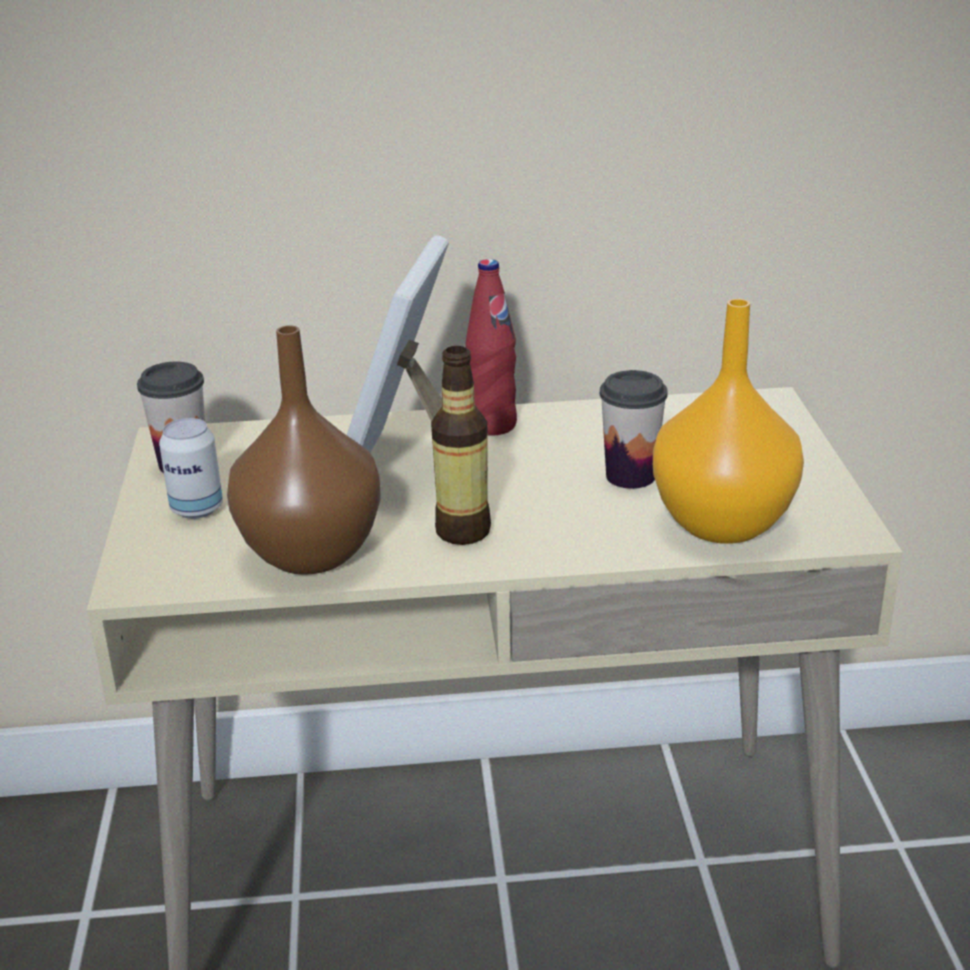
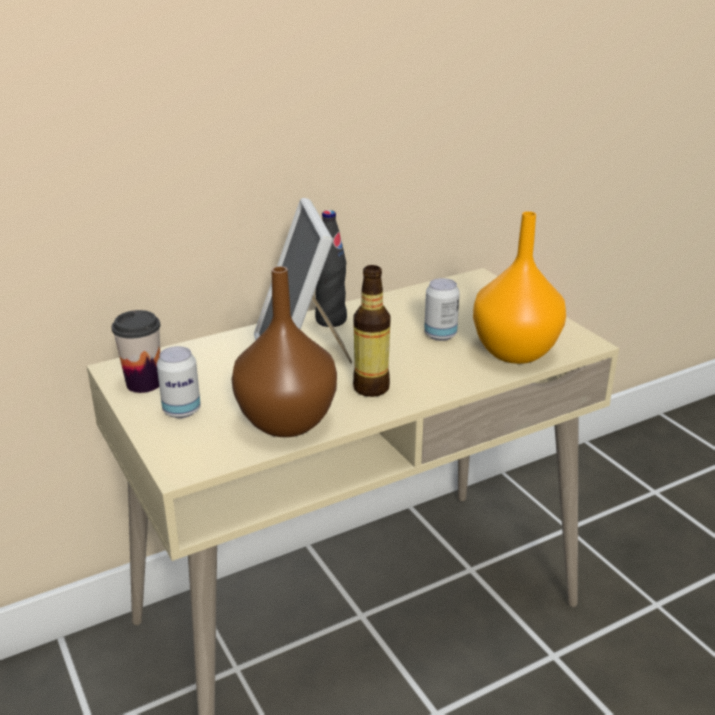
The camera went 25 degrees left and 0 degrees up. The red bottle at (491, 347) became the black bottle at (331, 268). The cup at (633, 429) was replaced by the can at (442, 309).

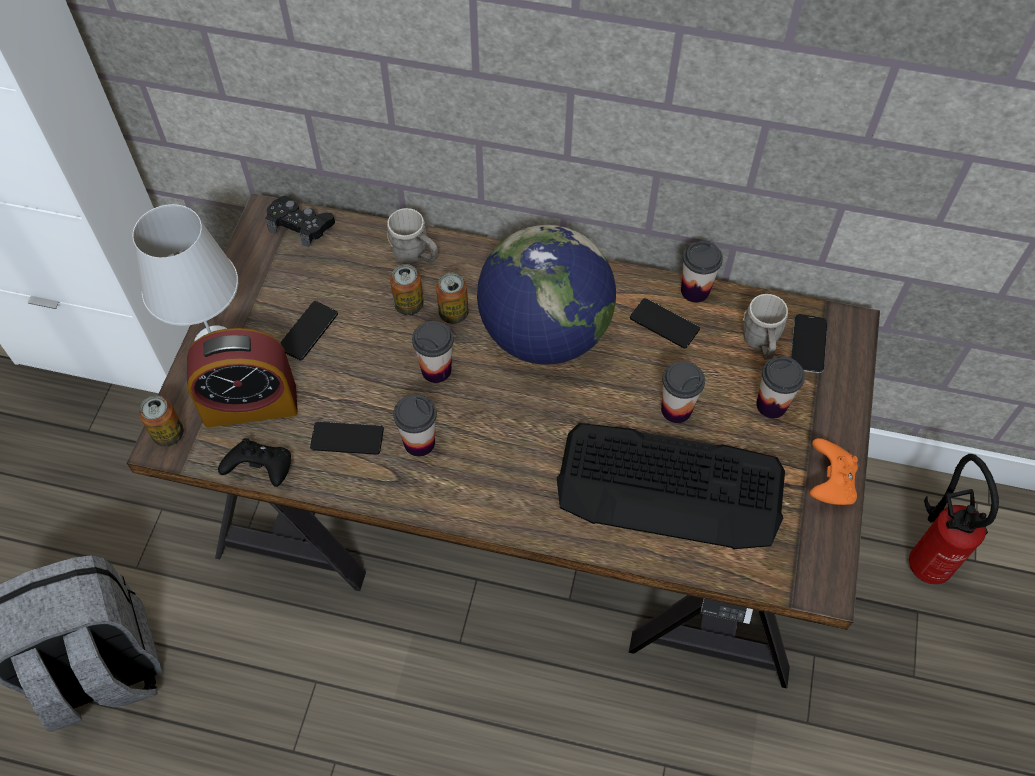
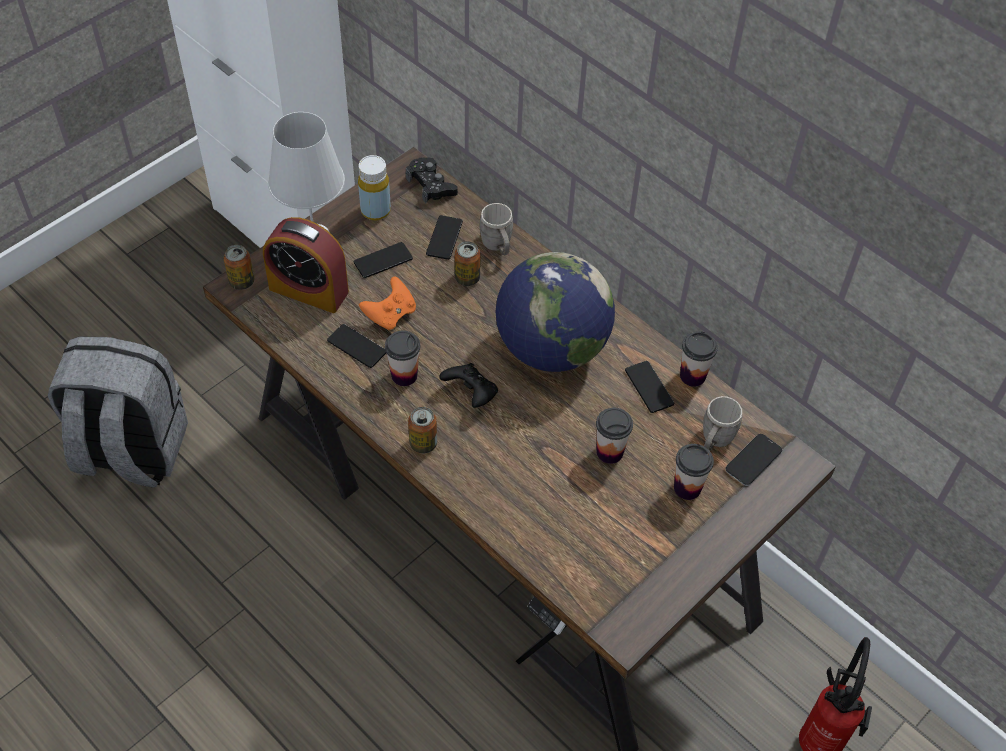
The camera went 30 degrees right and 5 degrees down. The can moved from (452, 298) to (422, 430). The cup at (433, 352) disappeared. The keyboard at (671, 486) disappeared. The black game controller moved from (254, 462) to (468, 385). The orange game controller moved from (834, 471) to (387, 303). The yellow bottle at (374, 187) appeared. The phone at (444, 237) appeared.

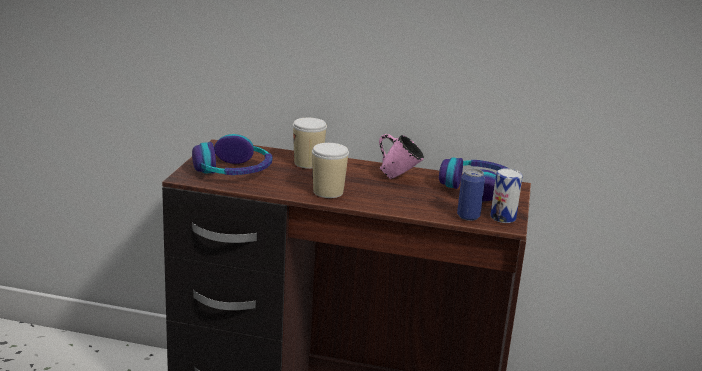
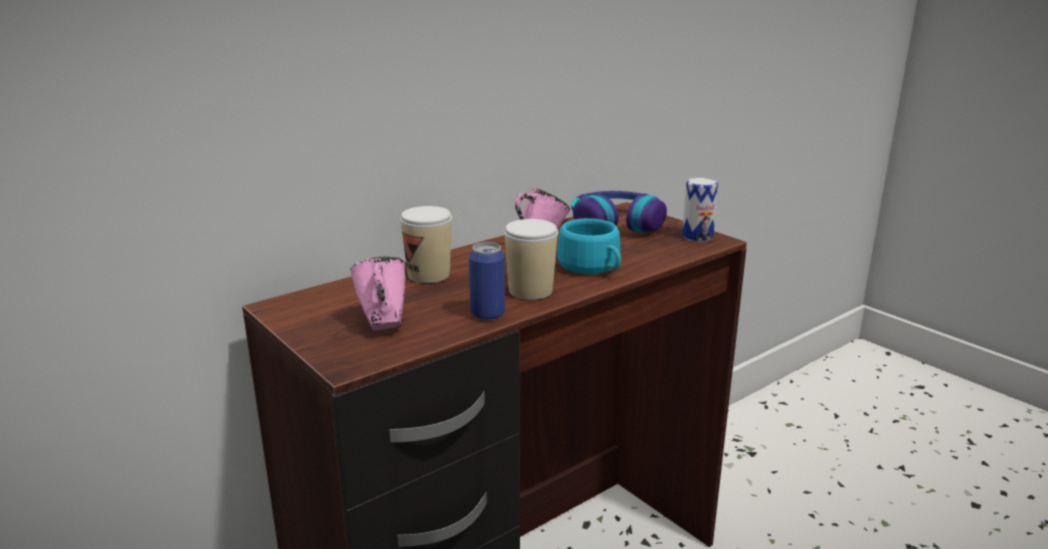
The camera went 50 degrees left and 0 degrees up. The headphones at (232, 154) was replaced by the pink mug at (377, 294). The can moved from (471, 194) to (487, 281). The turquoise cup at (589, 246) appeared.

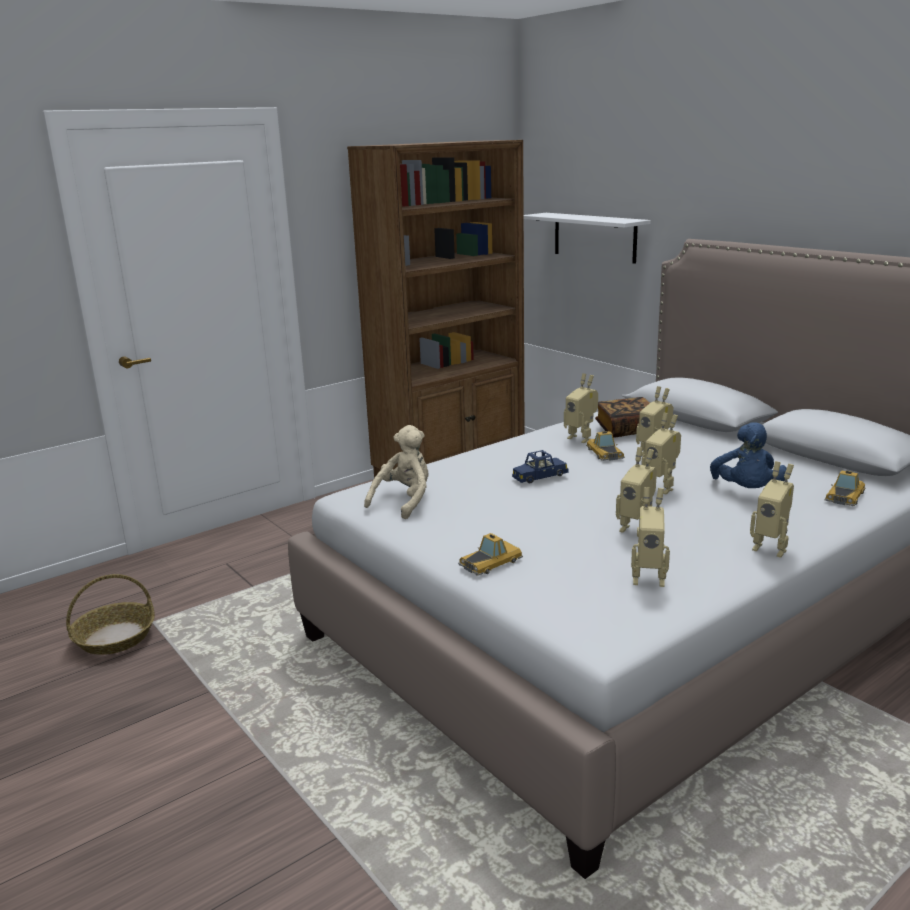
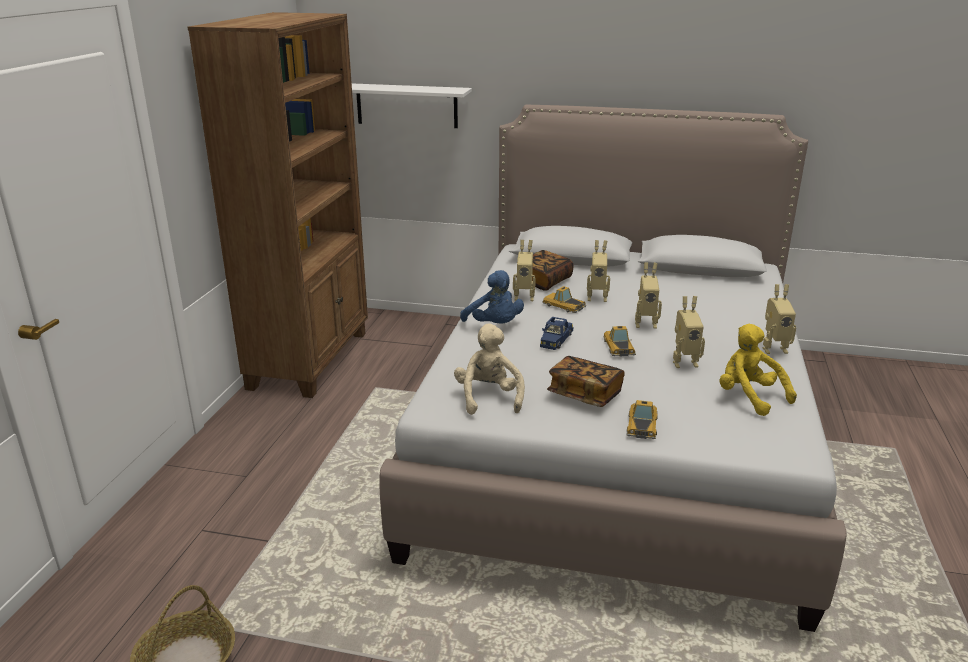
The camera went 40 degrees left and 5 degrees up. The blue plush toy moved from (748, 455) to (492, 297). The toy car moved from (845, 488) to (619, 341). The toy robot at (650, 537) was replaced by the yellow plush toy at (758, 370). The book at (586, 381) appeared.

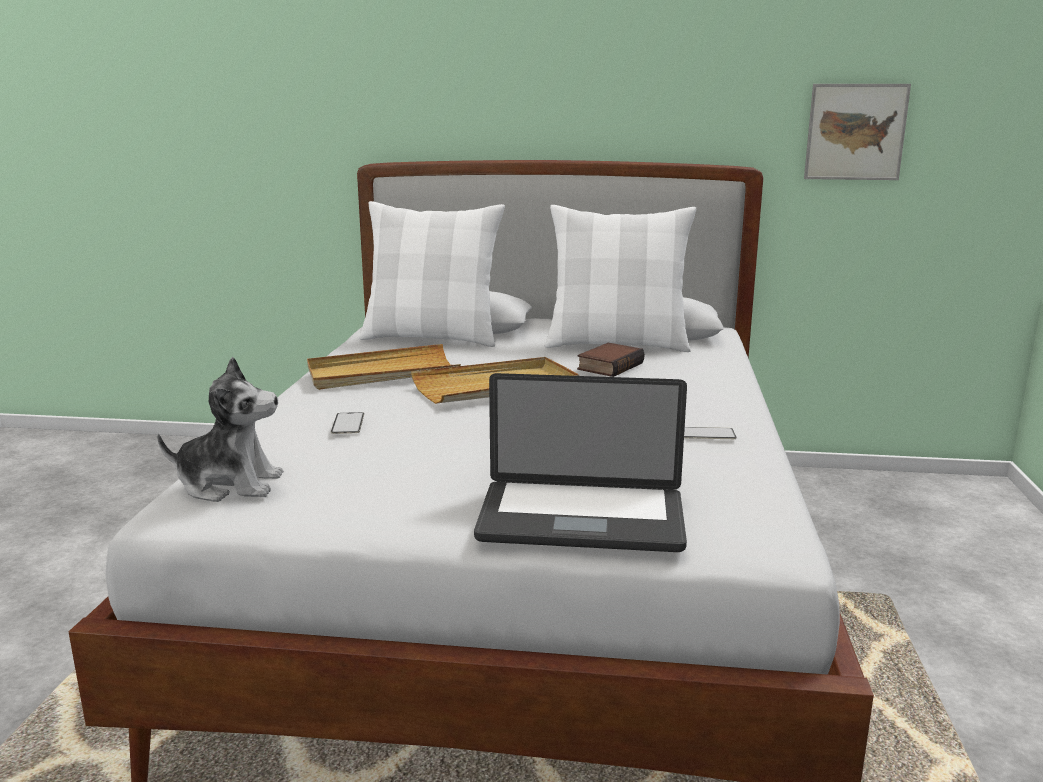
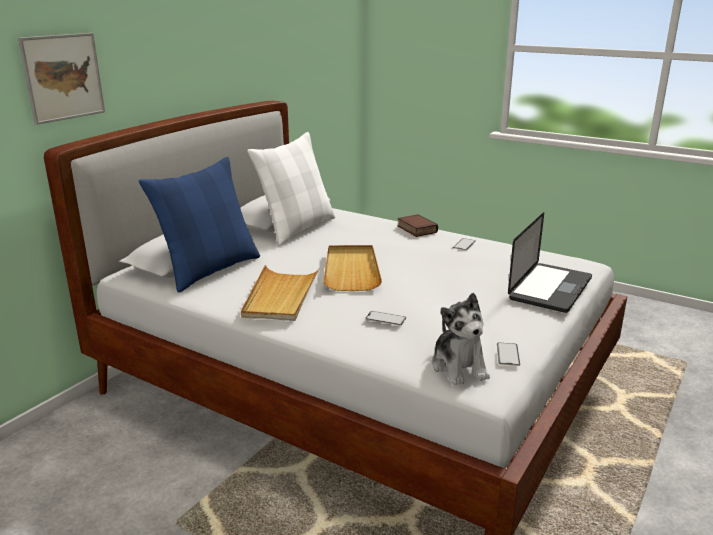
The camera went 65 degrees left and 5 degrees up. The picture moved from (857, 132) to (61, 79). The white pillow at (432, 274) became the blue pillow at (199, 224). The book moved from (610, 360) to (418, 225). The plush toy at (220, 429) turned 135 degrees clockwise. The phone at (508, 354) appeared.

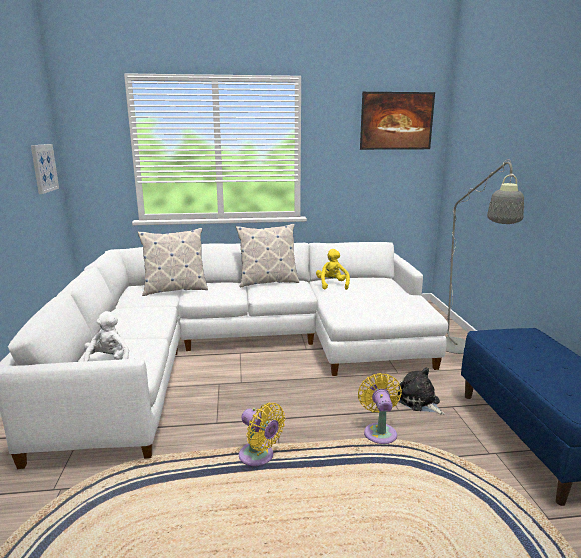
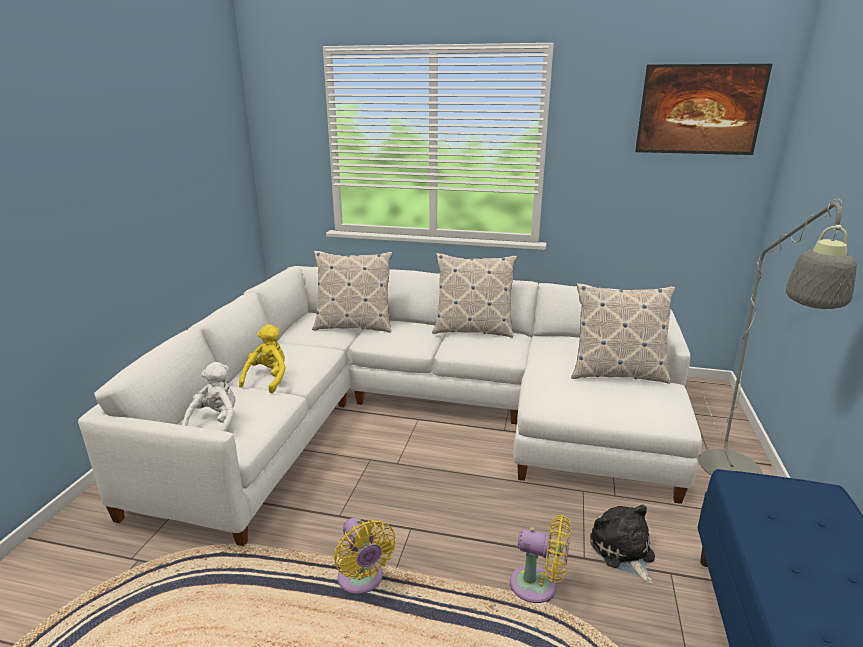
The camera went 20 degrees right and 5 degrees up. The picture at (45, 169) disappeared. The yellow plush toy moved from (333, 269) to (262, 358). The yellow fan at (380, 408) turned 90 degrees clockwise. The pillow at (623, 333) appeared.

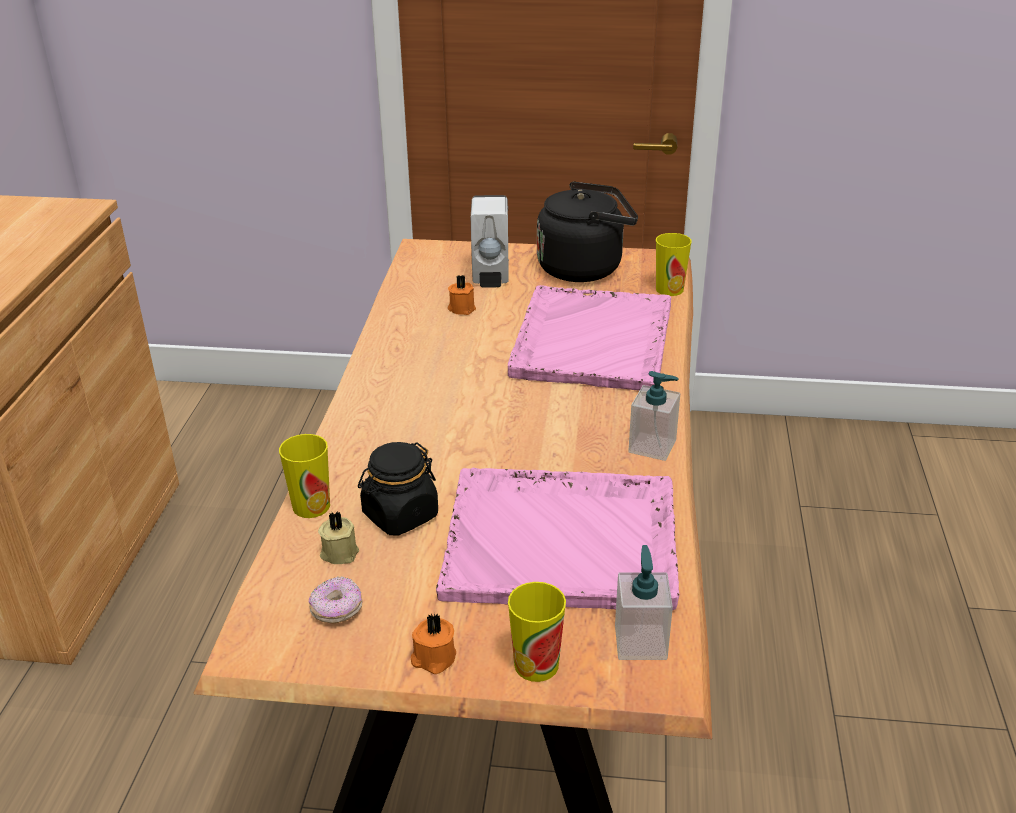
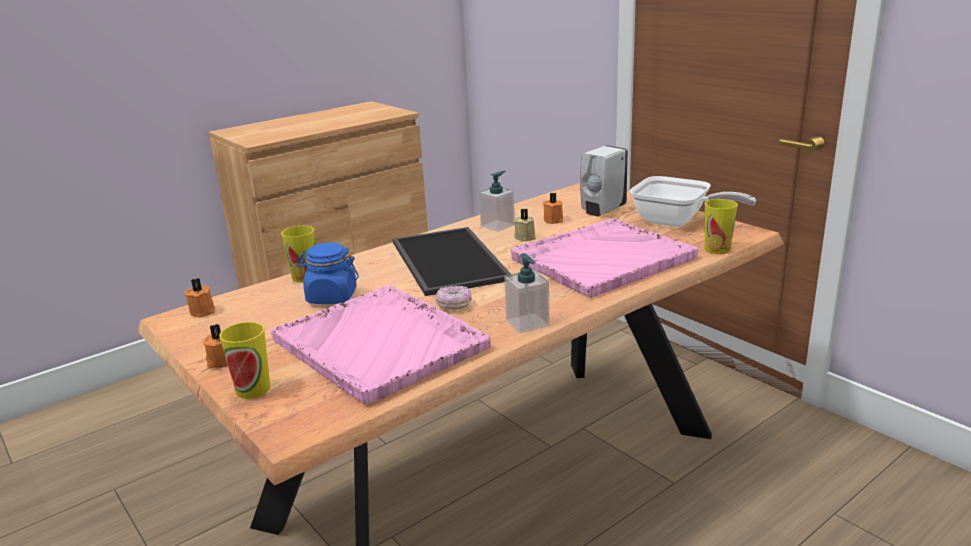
The camera went 45 degrees right and 10 degrees down. The black kettle at (587, 231) was replaced by the frying pan at (693, 201). The black jar at (398, 489) became the blue jar at (328, 273). The beige candle moved from (338, 537) to (525, 225). The soap dispenser moved from (644, 602) to (497, 201). The donut moved from (335, 599) to (453, 298). The tray at (452, 261) appeared. The orange candle at (199, 298) appeared.

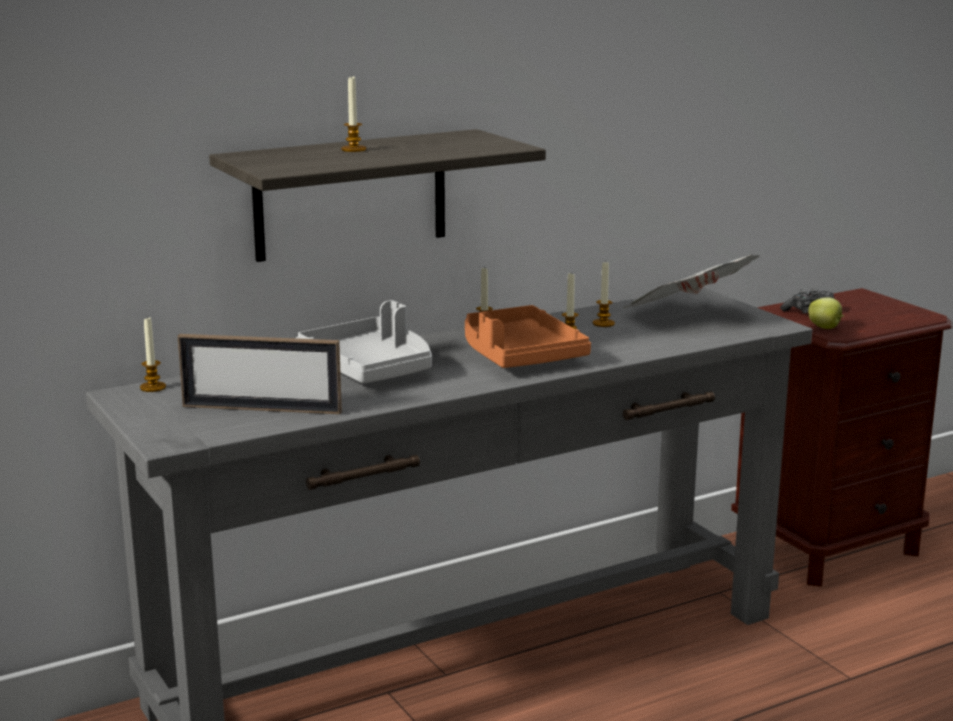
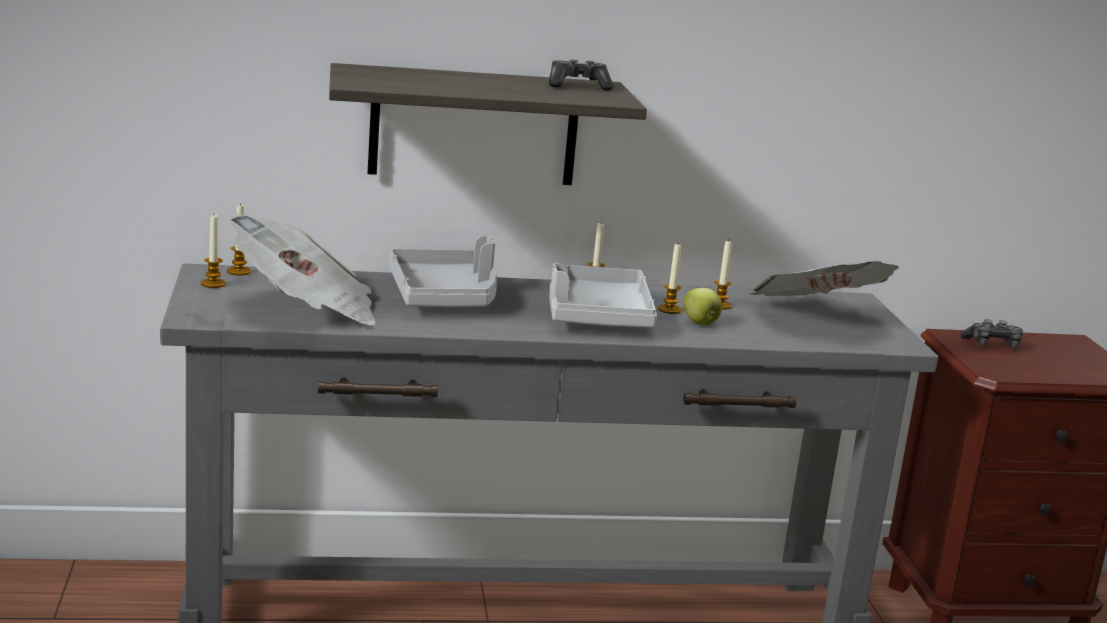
The camera went 20 degrees right and 0 degrees up. The candle moved from (353, 113) to (213, 251). The apple moved from (826, 313) to (702, 306). The orange tray at (528, 336) became the grey tray at (603, 295). The picture frame at (260, 374) was replaced by the newspaper at (301, 269). The game controller at (581, 75) appeared.

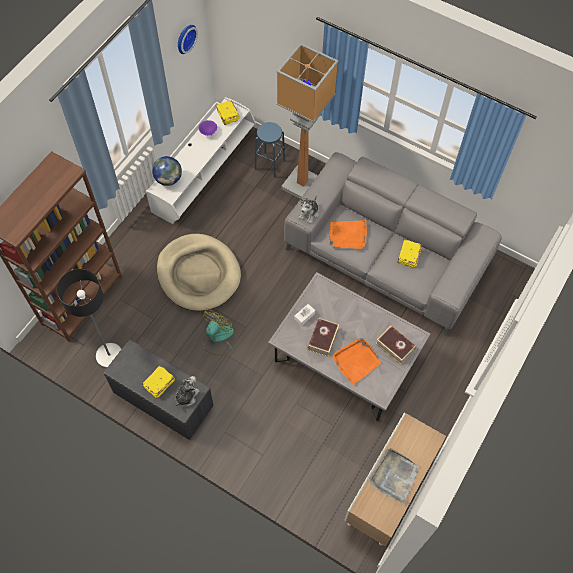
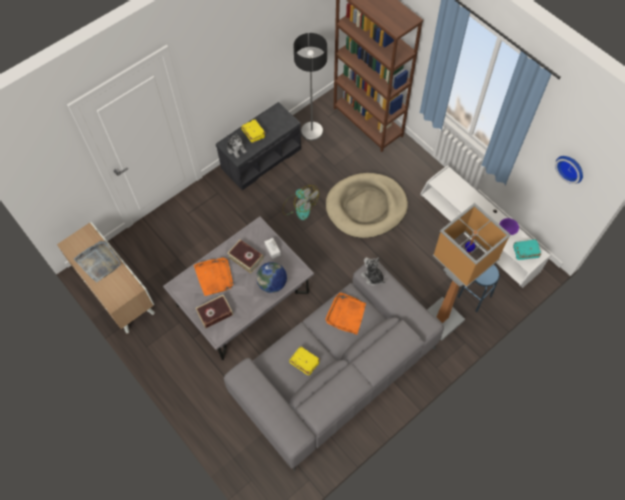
The camera went 110 degrees right and 0 degrees up. The yellow book at (228, 112) became the turquoise book at (527, 249). The globe moved from (167, 171) to (271, 277).

